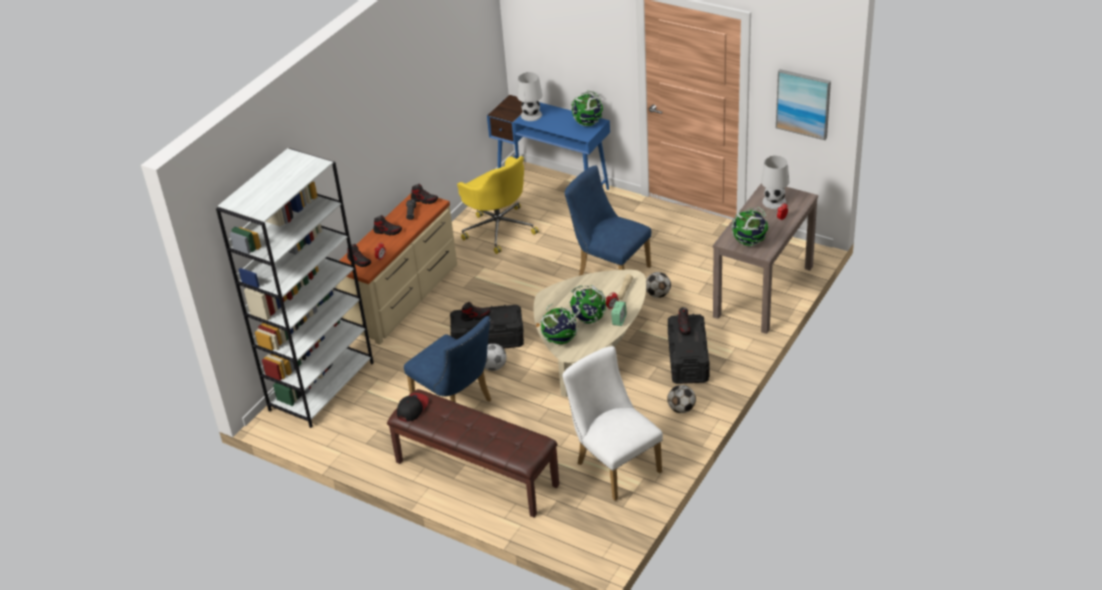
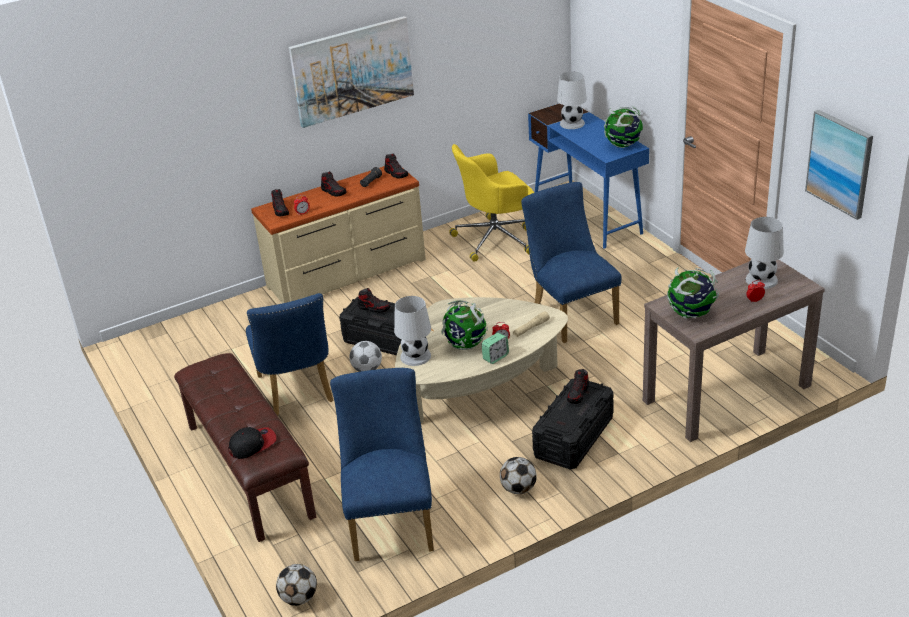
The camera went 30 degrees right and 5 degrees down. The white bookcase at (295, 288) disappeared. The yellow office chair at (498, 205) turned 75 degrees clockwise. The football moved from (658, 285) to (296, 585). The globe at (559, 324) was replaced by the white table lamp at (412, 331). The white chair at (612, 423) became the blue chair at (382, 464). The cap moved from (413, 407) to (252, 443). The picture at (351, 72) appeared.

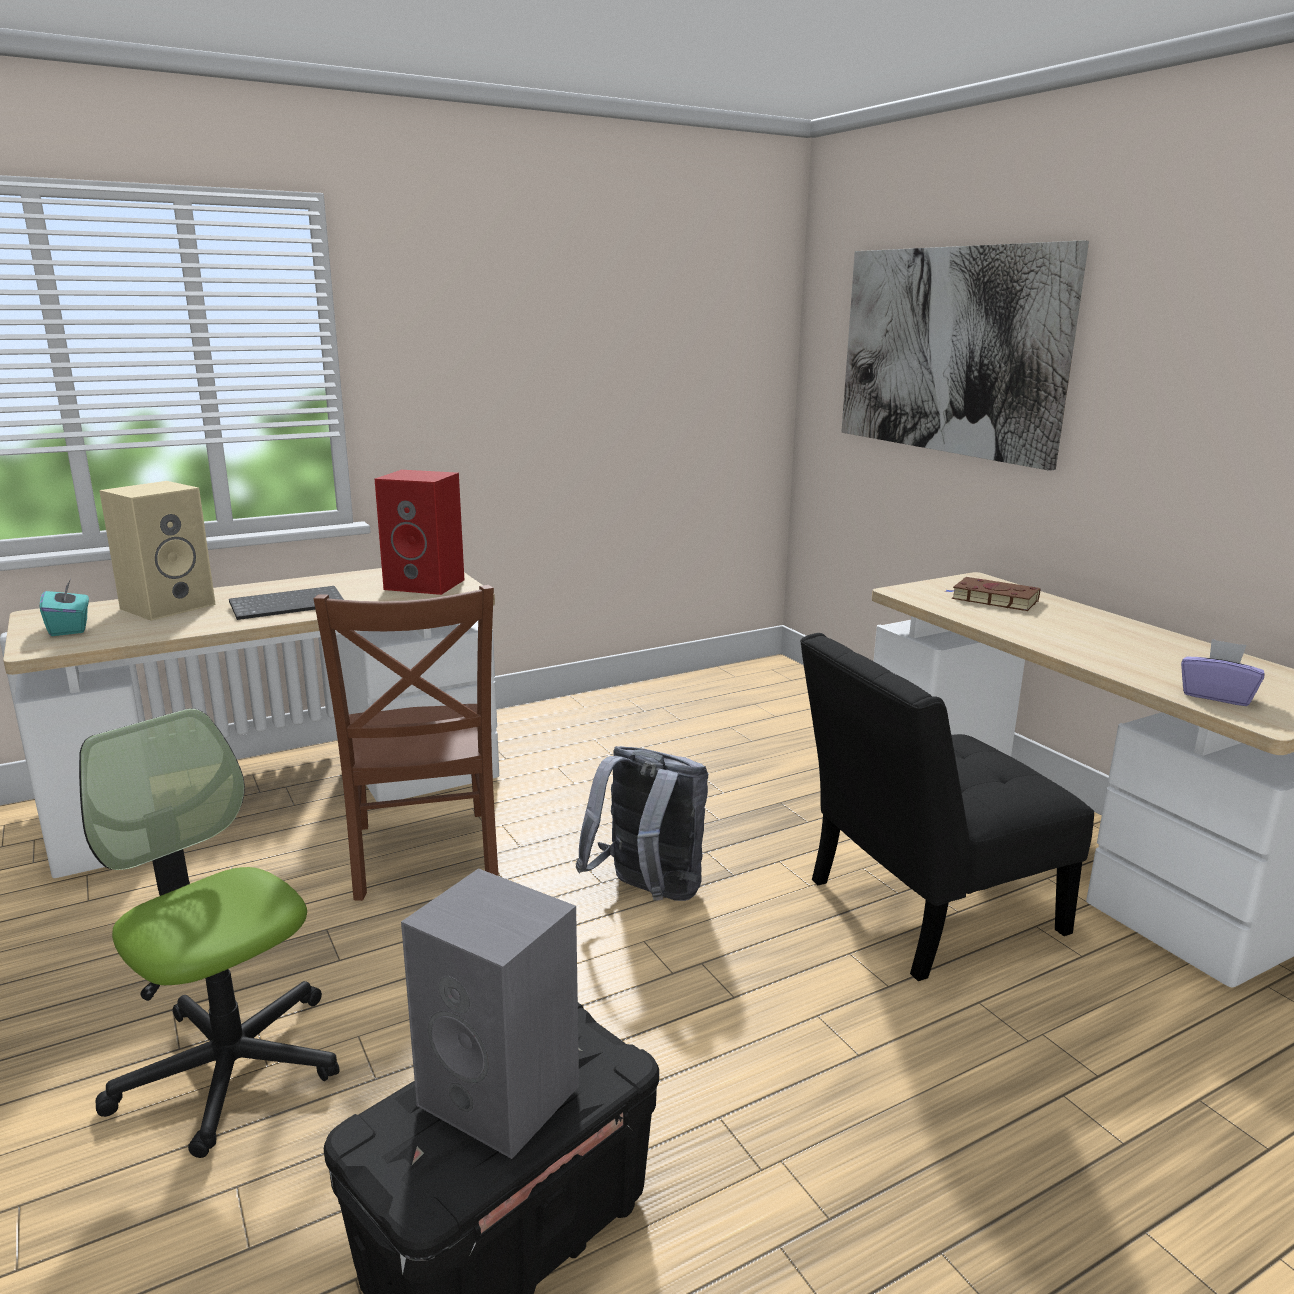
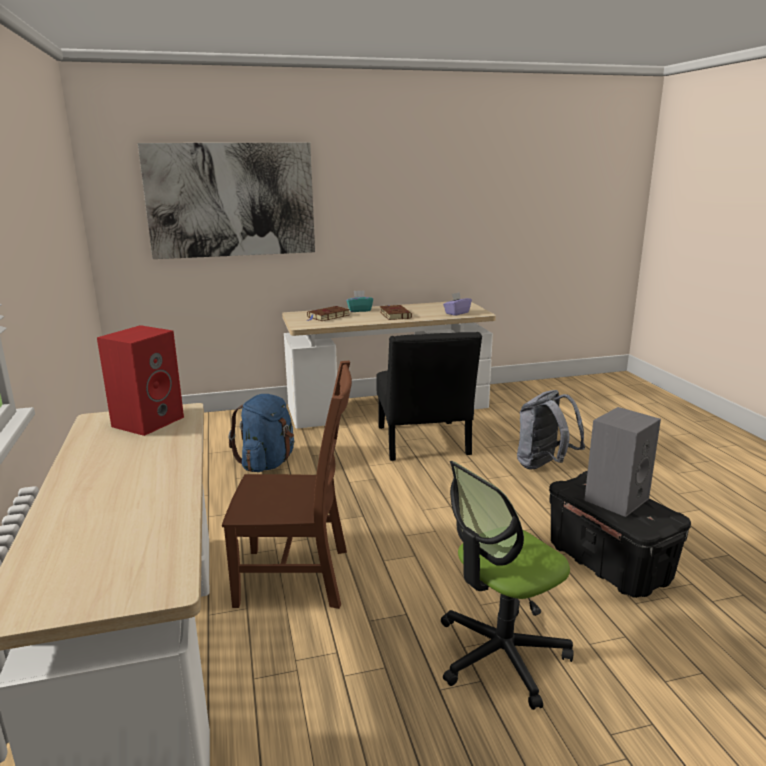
The camera went 75 degrees left and 0 degrees up. The beige speaker at (157, 551) disappeared. The turquoise tissue box moved from (64, 607) to (359, 301). The keyboard at (286, 603) disappeared. The grey backpack moved from (642, 823) to (551, 430). The brown book at (396, 312) appeared. The blue backpack at (262, 433) appeared.

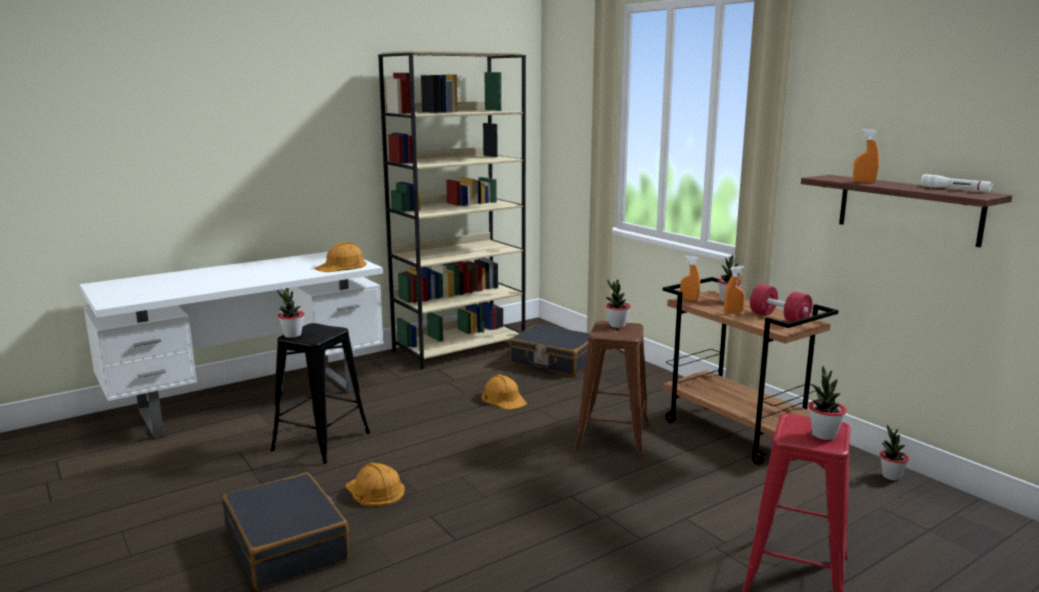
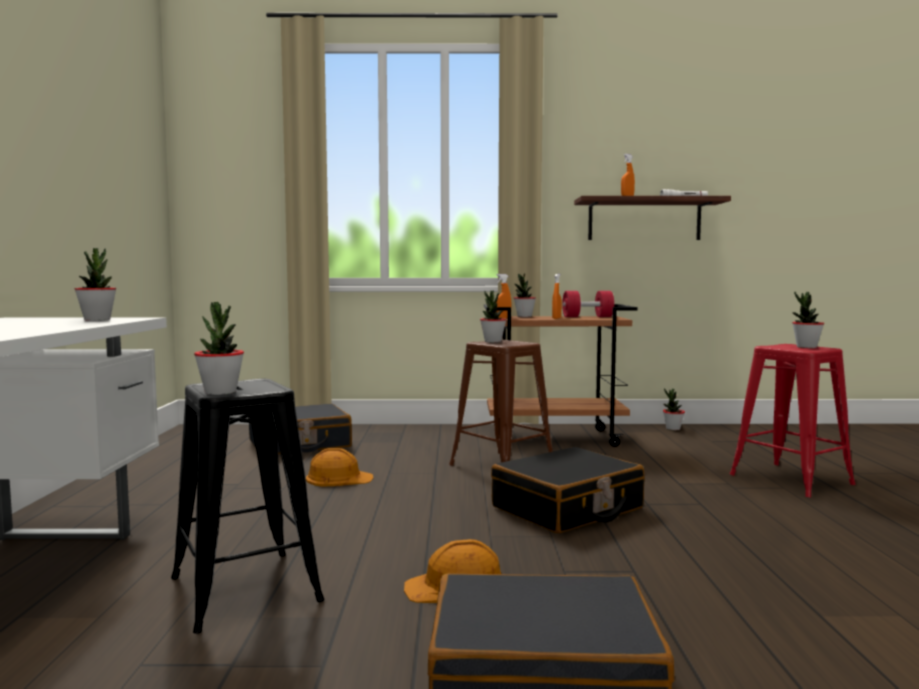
The camera went 55 degrees left and 10 degrees down. The beige bookcase at (452, 209) disappeared. The orange hard hat at (340, 257) was replaced by the potted plant at (95, 284). The black suitcase at (567, 490) appeared.

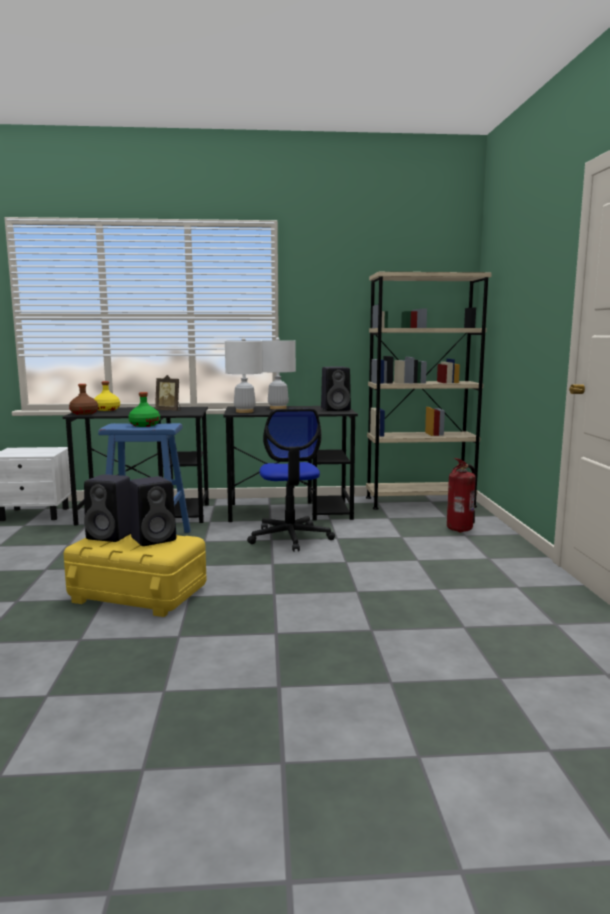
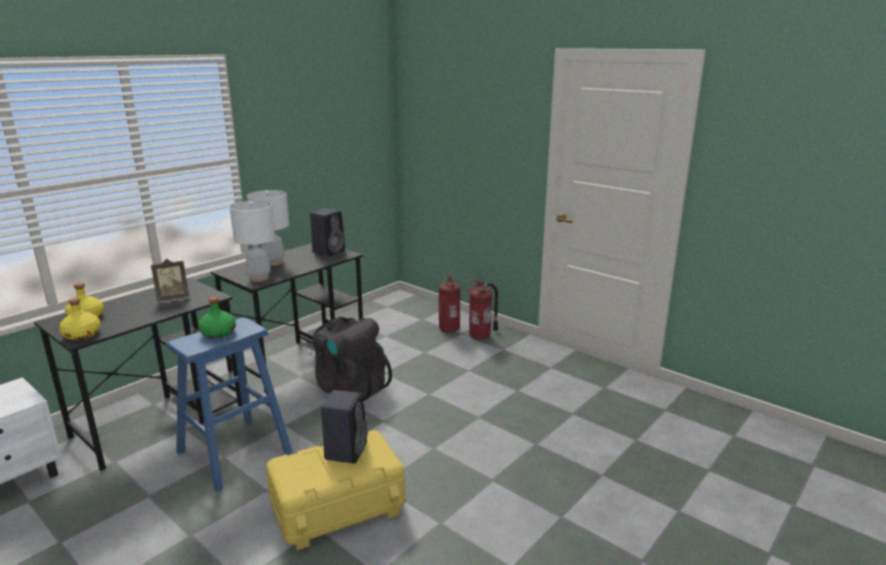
The camera went 45 degrees left and 10 degrees up. The beige bookcase at (429, 391) disappeared. The brown bottle at (83, 399) became the yellow bottle at (80, 319). The office chair at (291, 480) was replaced by the black backpack at (352, 358). The black speaker at (107, 508) disappeared. The fire extinguisher at (483, 309) appeared.

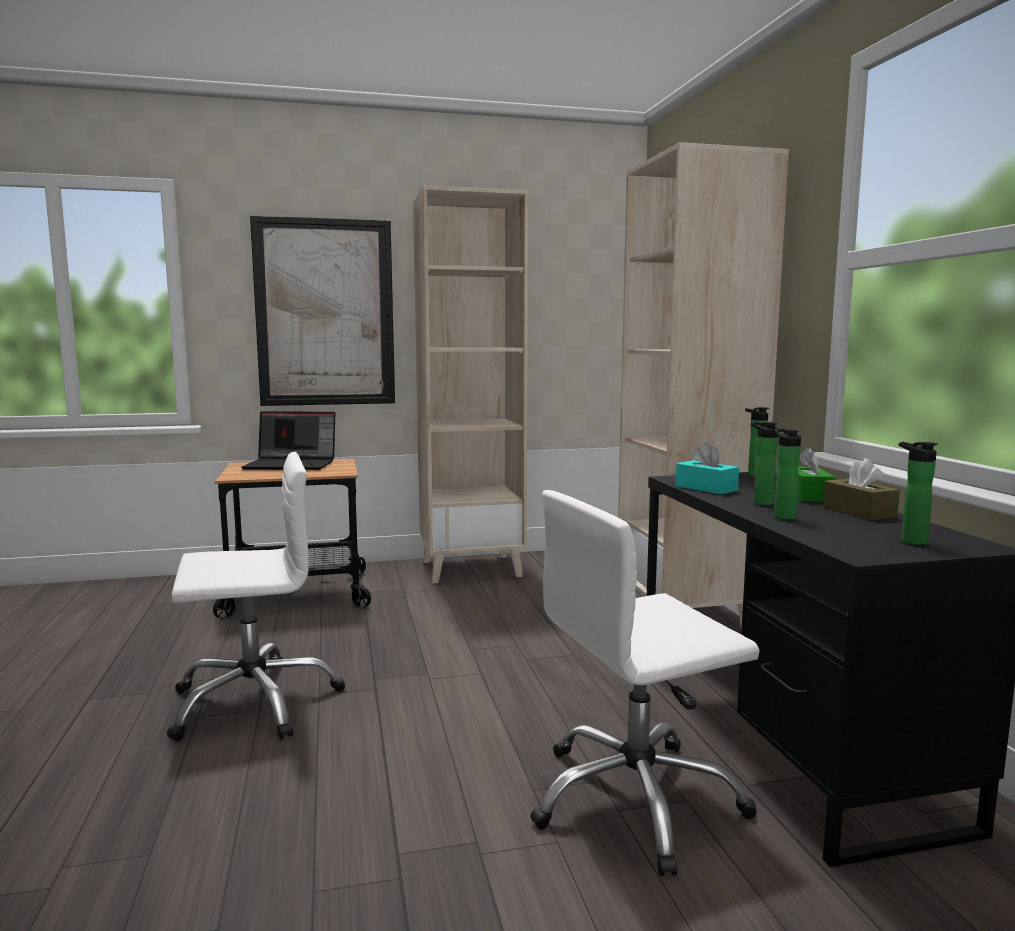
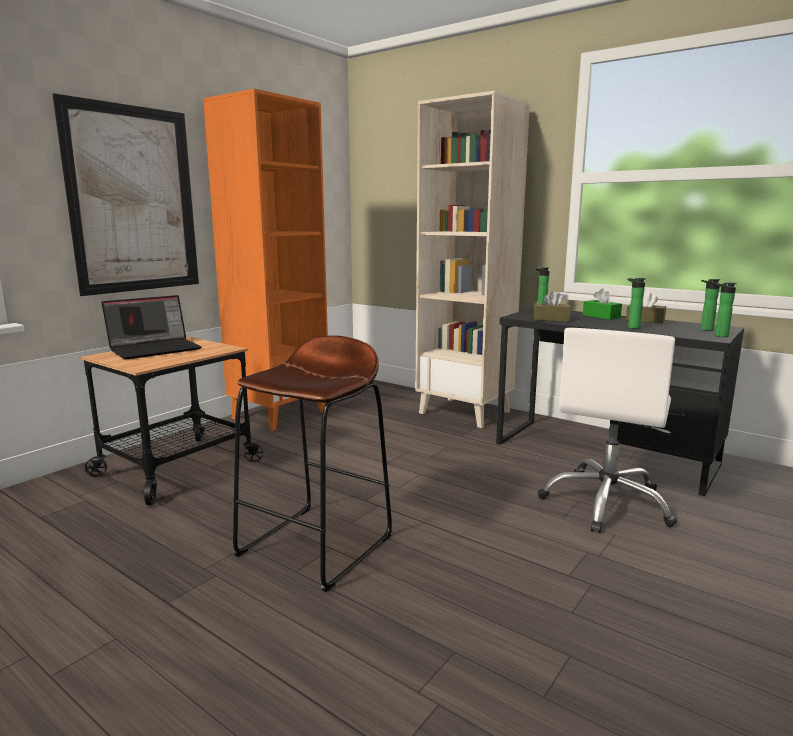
The camera went 40 degrees left and 5 degrees up. The beige bookcase at (470, 384) became the orange bookcase at (265, 260). The bottle moved from (764, 464) to (726, 309). The turquoise tissue box at (707, 468) became the brown tissue box at (552, 306). The white office chair at (256, 596) was replaced by the brown stool at (312, 463).

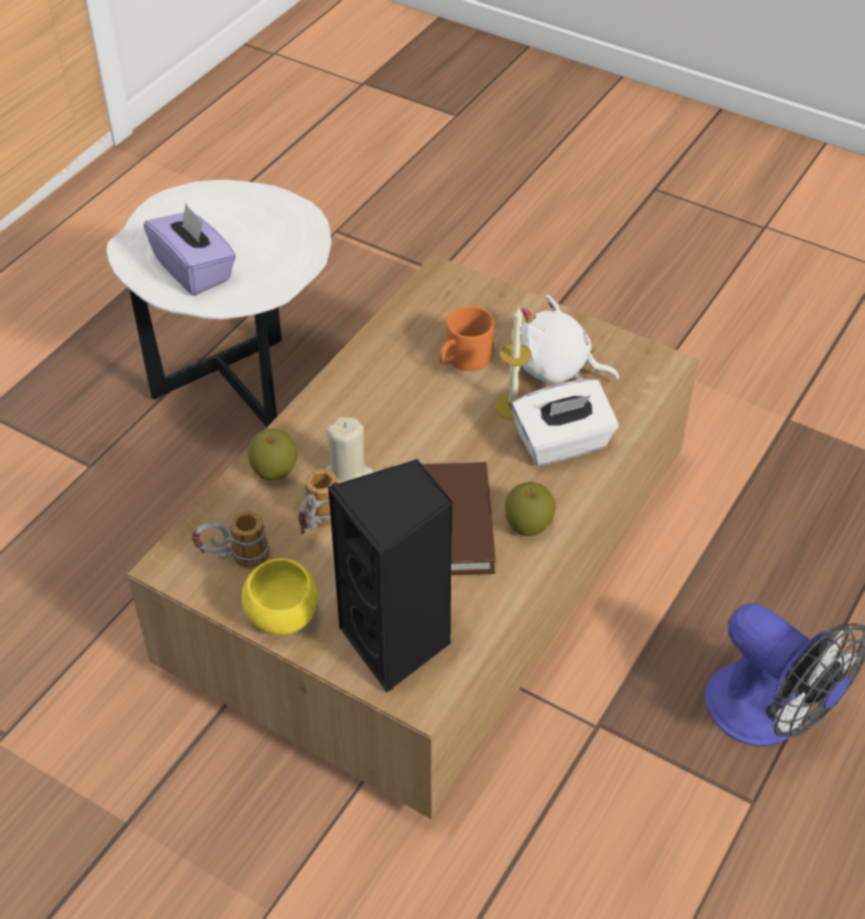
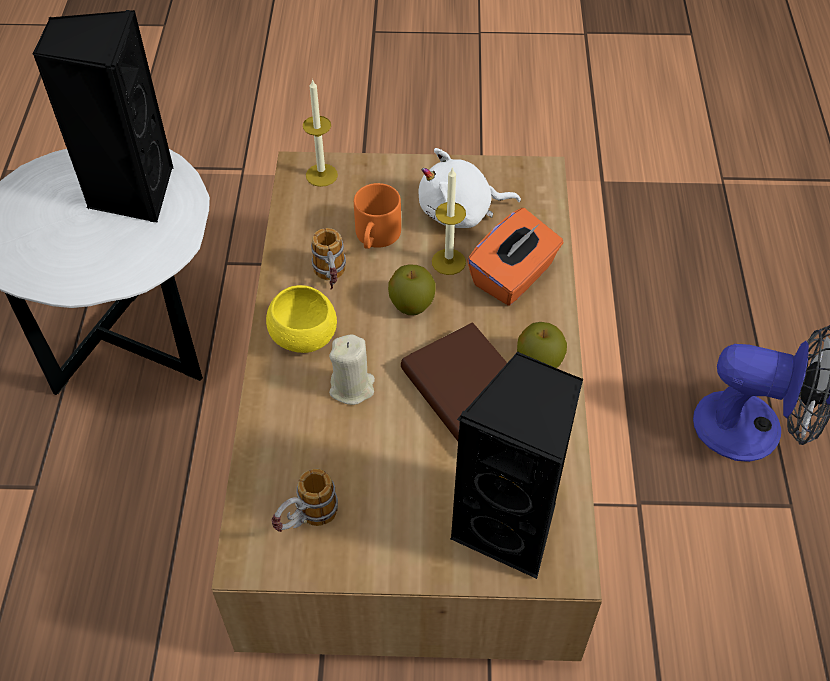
The camera went 30 degrees left and 5 degrees up. The purple tissue box at (190, 250) disappeared. The white tissue box at (565, 422) became the orange tissue box at (515, 256). The apple moved from (272, 454) to (412, 289). The mug moved from (318, 501) to (328, 259). The yellow bowl moved from (280, 596) to (301, 319). The black speaker at (103, 116) appeared. The candle at (320, 133) appeared.

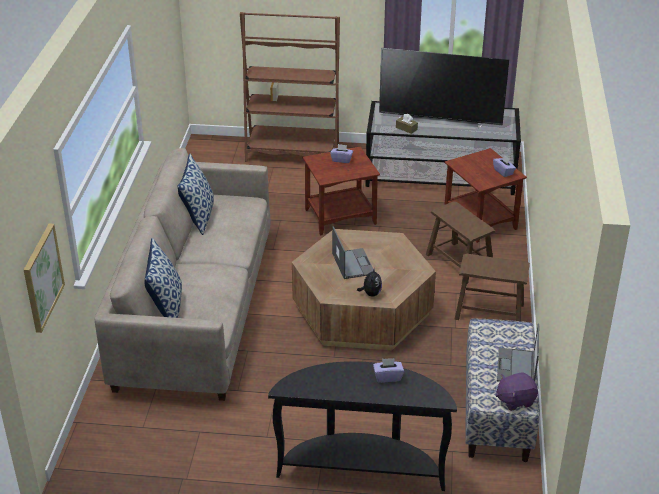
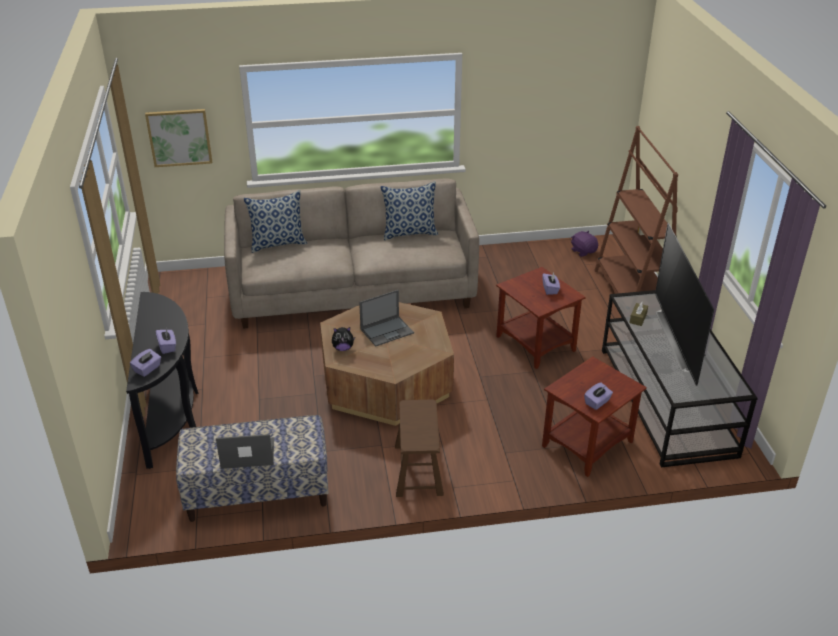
The camera went 75 degrees right and 0 degrees up. The brown stool at (460, 242) disappeared. The purple plush toy moved from (517, 391) to (584, 244). The purple tissue box at (145, 363) appeared.

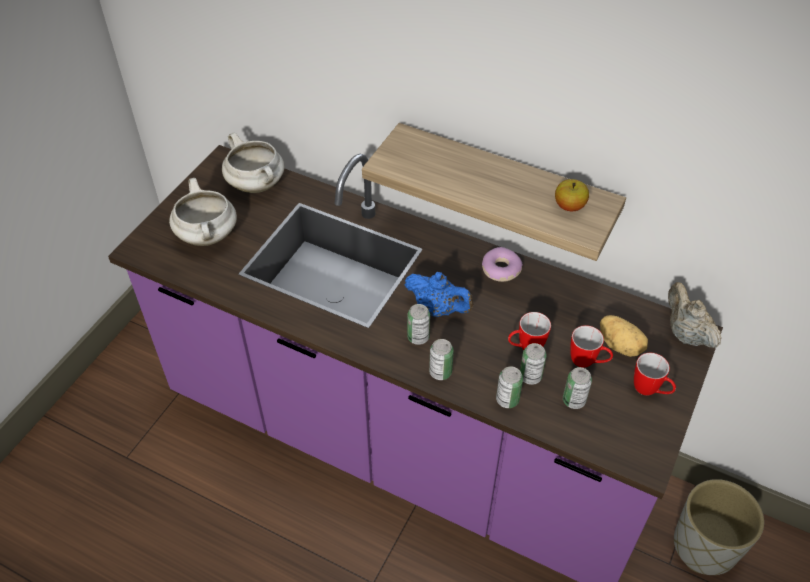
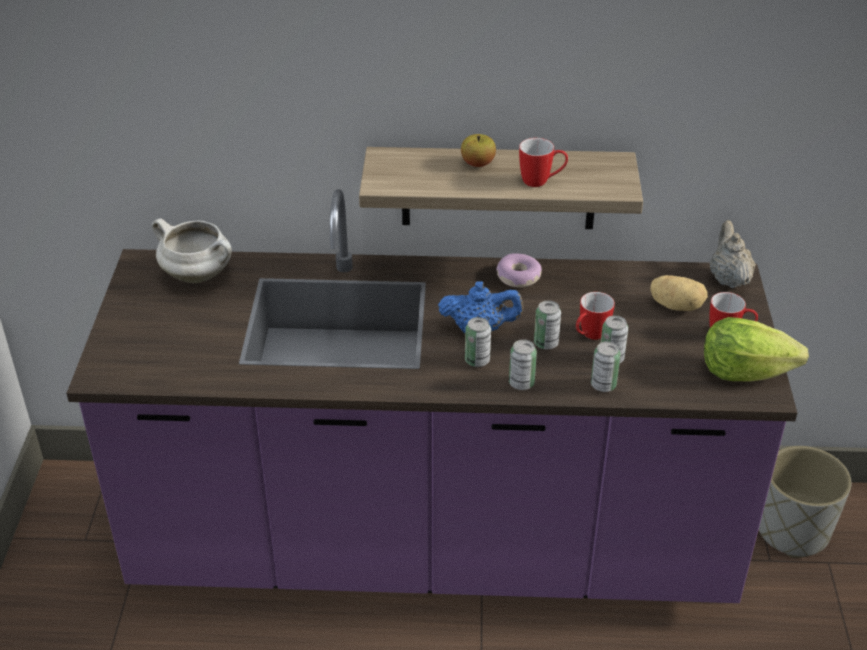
The camera went 25 degrees left and 10 degrees down. The white cooking pot at (203, 212) disappeared. The apple moved from (572, 195) to (478, 150). The beige teapot at (694, 315) turned 45 degrees clockwise. The mug moved from (591, 346) to (543, 162). The can moved from (577, 388) to (547, 325). The lettuce at (756, 349) appeared.

